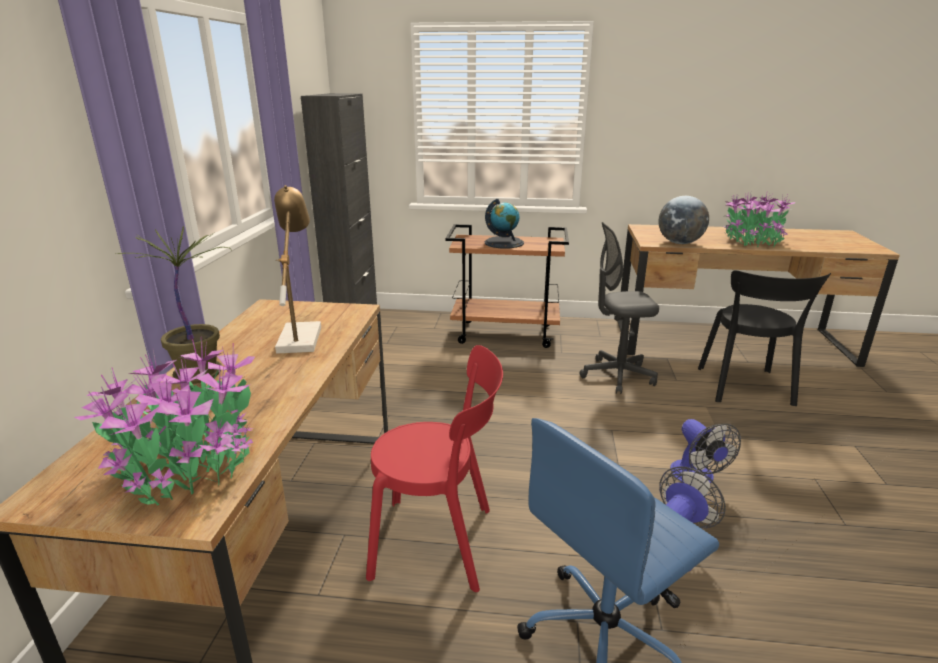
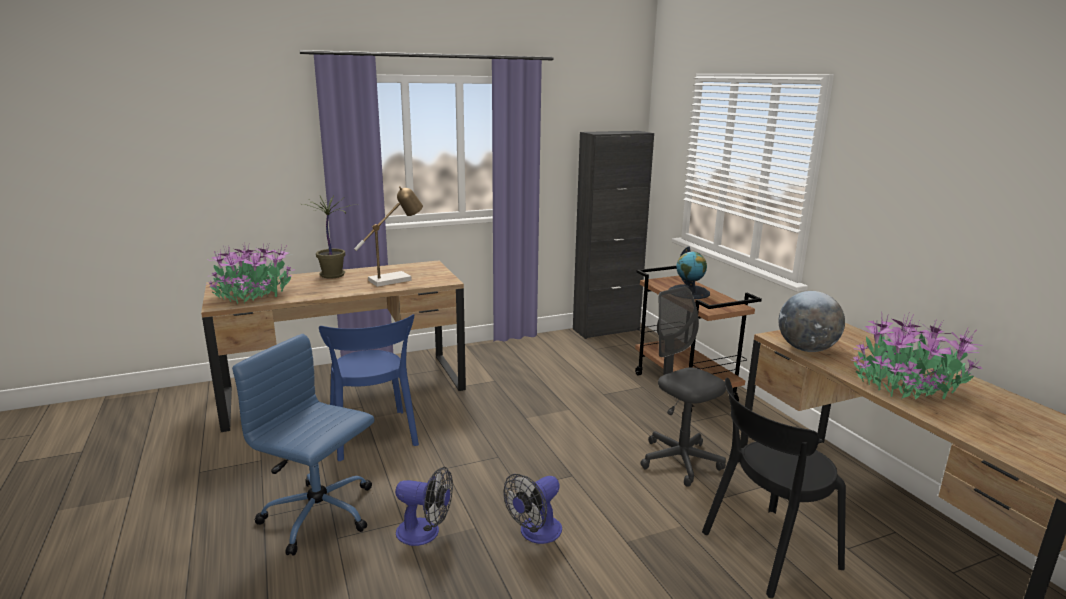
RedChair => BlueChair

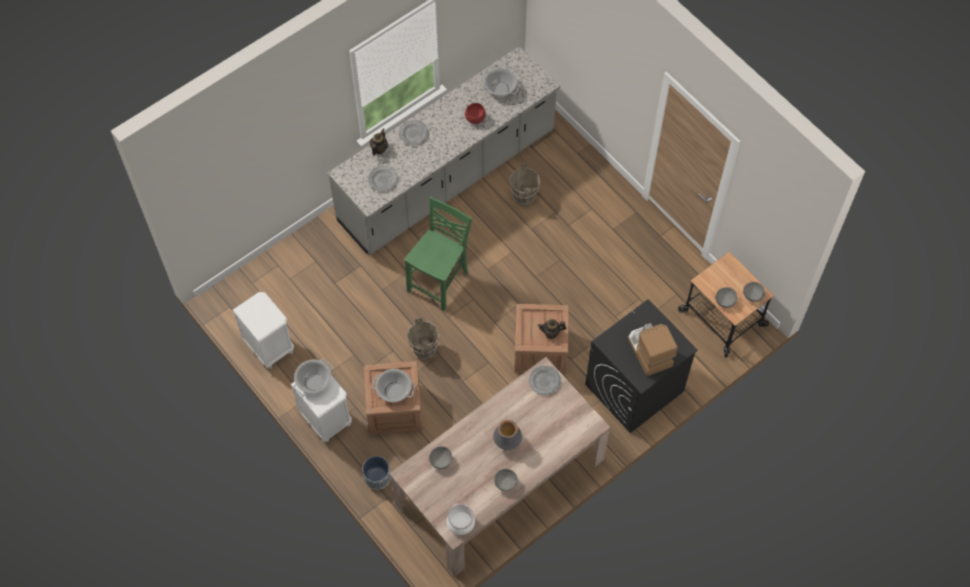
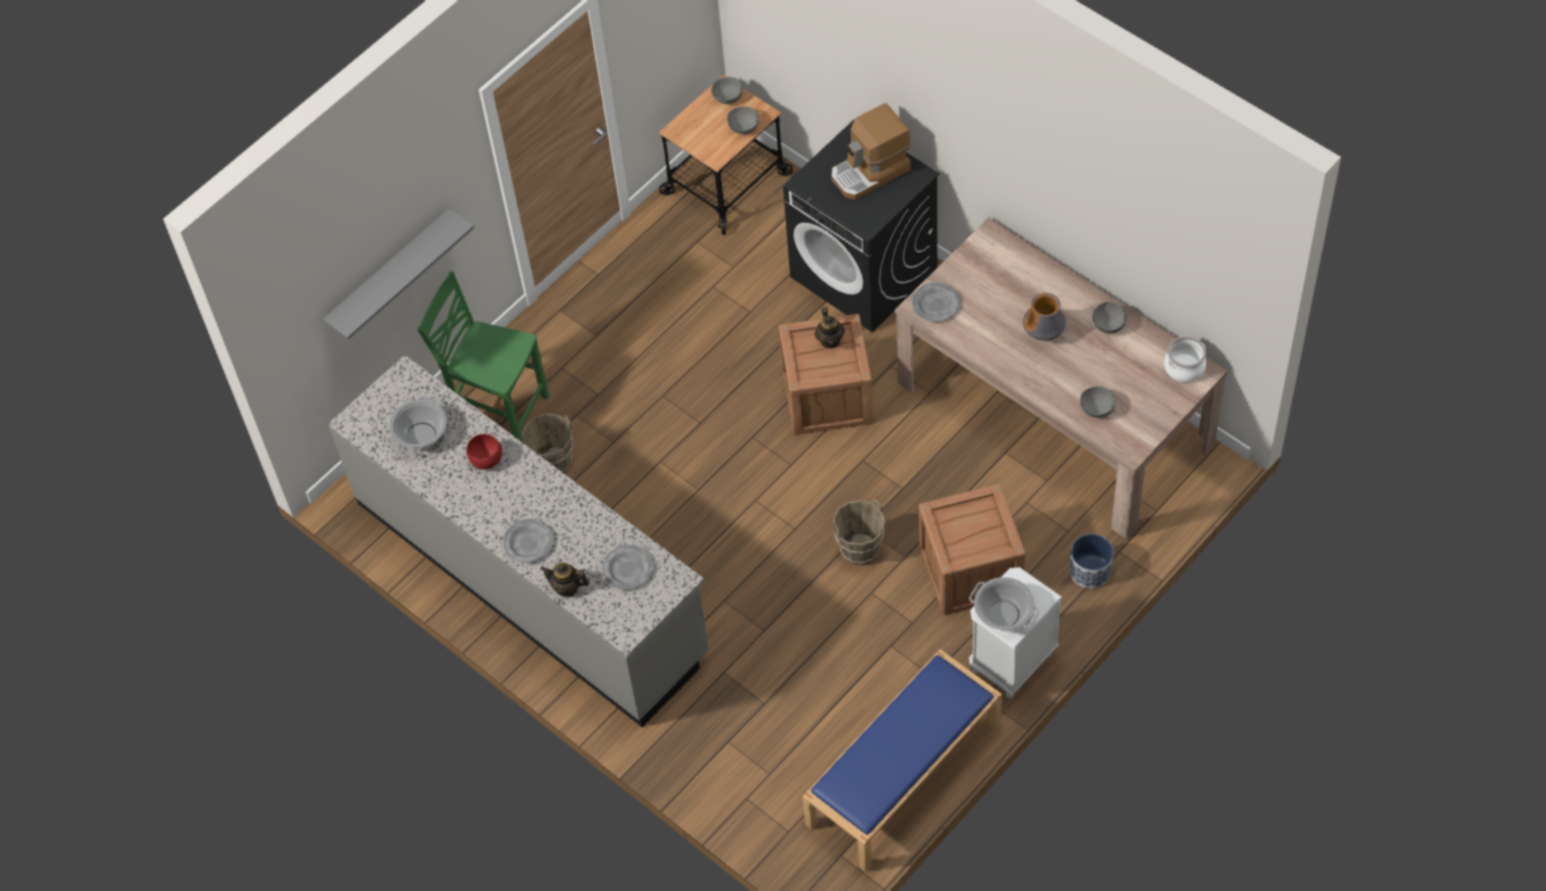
WhiteNightstand (1st from left) => BlueBench
CookingPot (2nd from left) => nothing
GreenChair, moved
nothing => GreyShelf

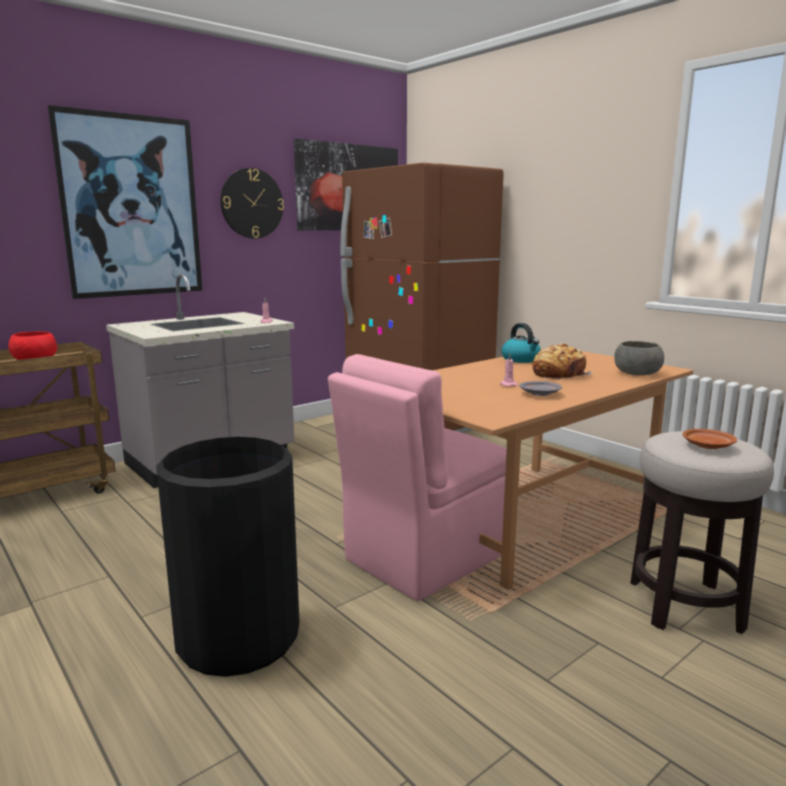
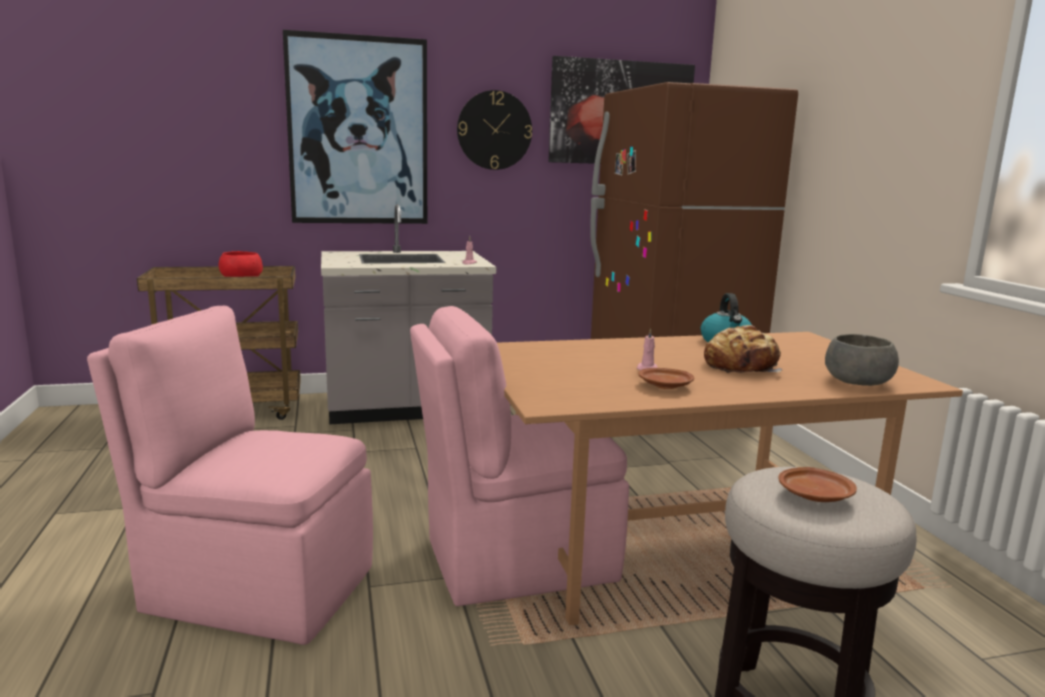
BlackTrashCan => PinkChair (1st from left)
GreyPlate => BrownPlate (1st from left)

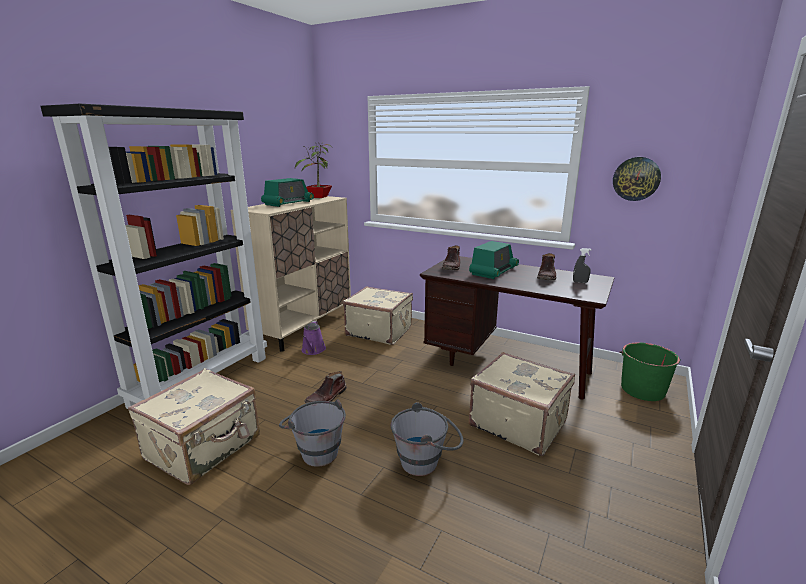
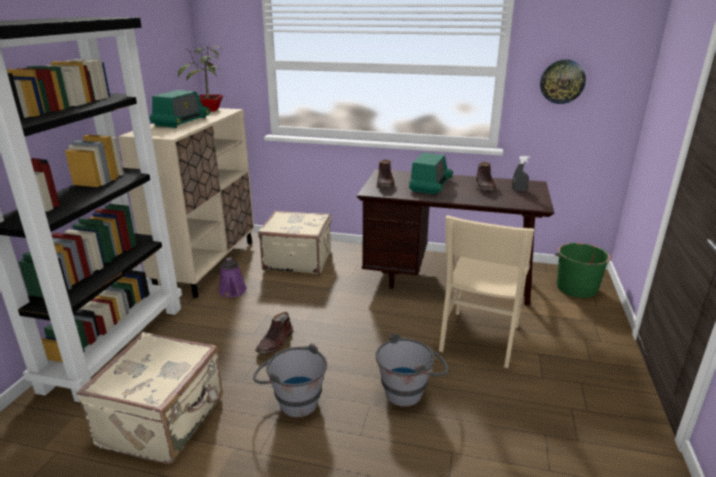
BeigeSuitcase (3rd from left) => BeigeChair

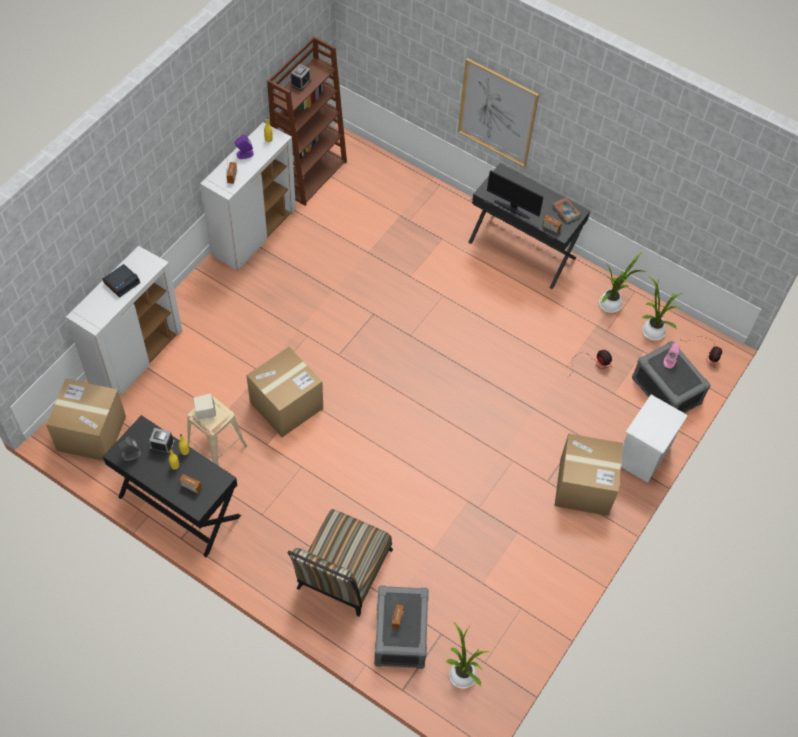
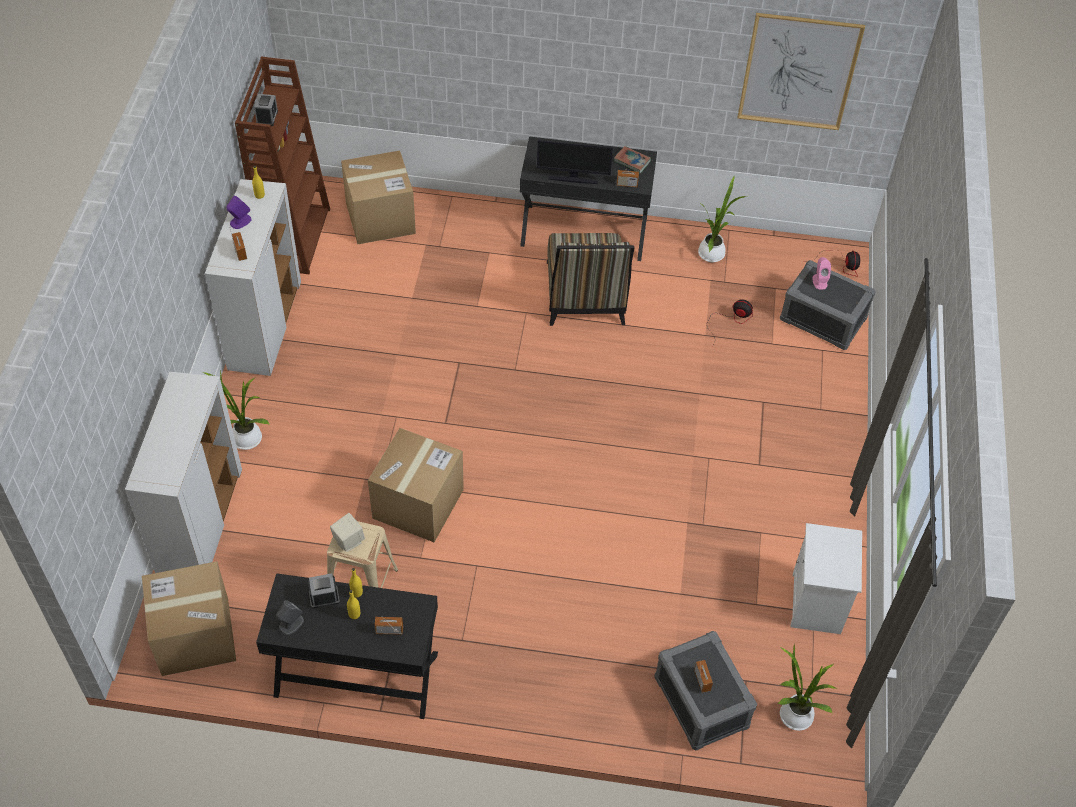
AlarmClock (1st from left) => nothing
Chair, moved
Picture, moved
CardboardBox (3rd from left in the first image) => CardboardBox (2nd from left), moved
WhiteNightstand, moved
PottedPlant (3rd from left in the first image) => PottedPlant (1st from left), moved

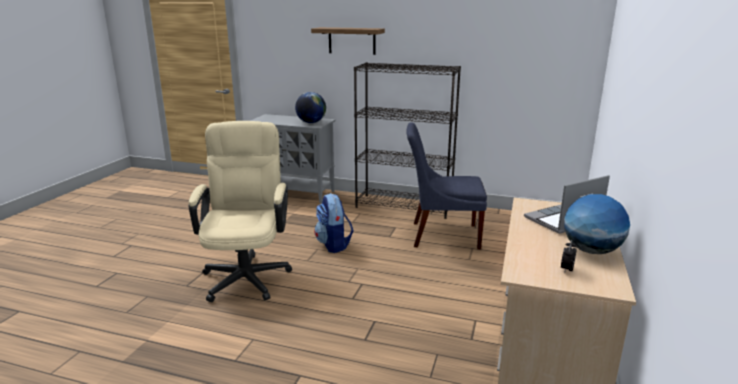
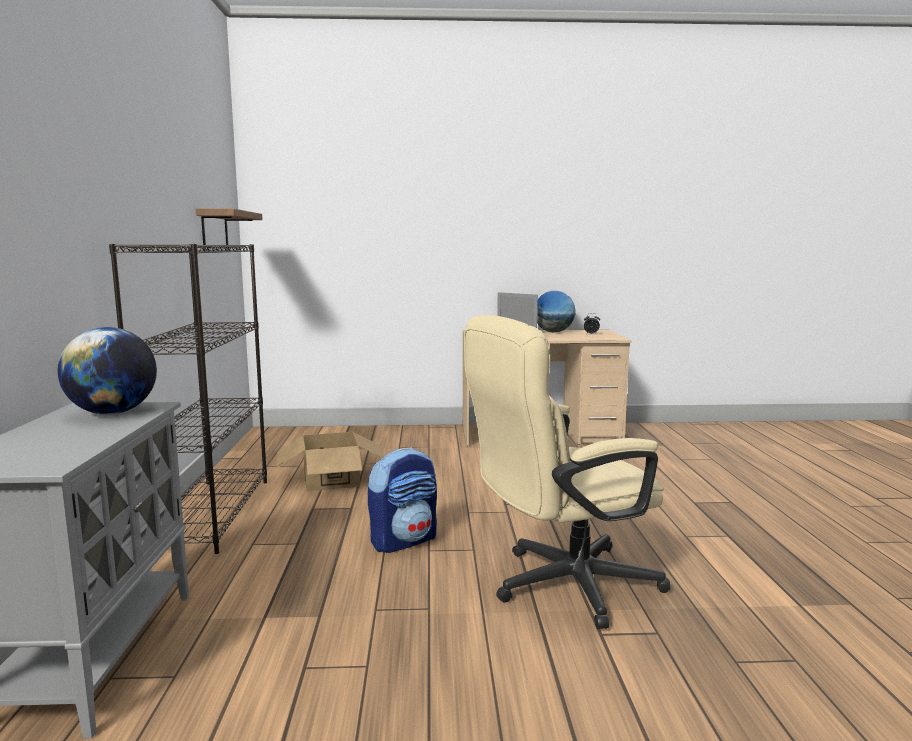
Shelf, moved
BlueChair => CardboardBox

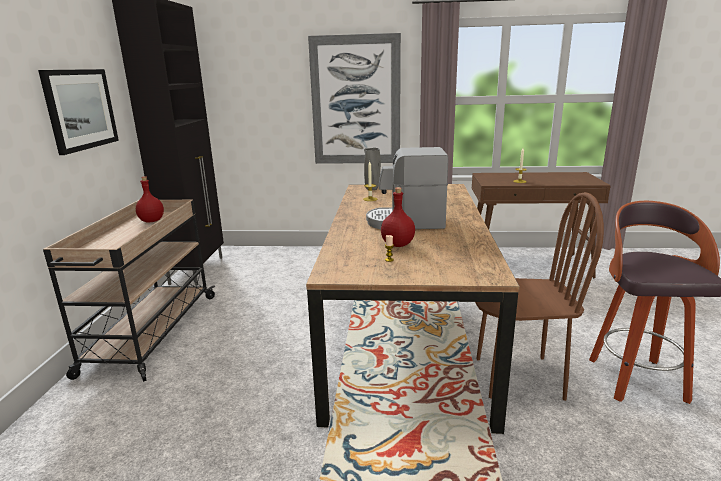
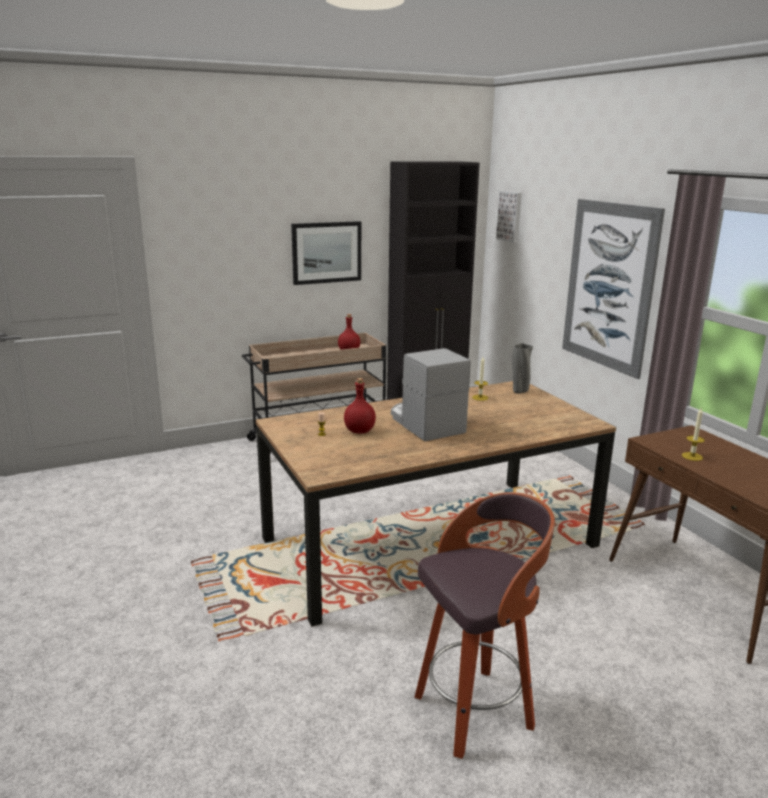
BrownChair => nothing
nothing => Picture (2nd from left)

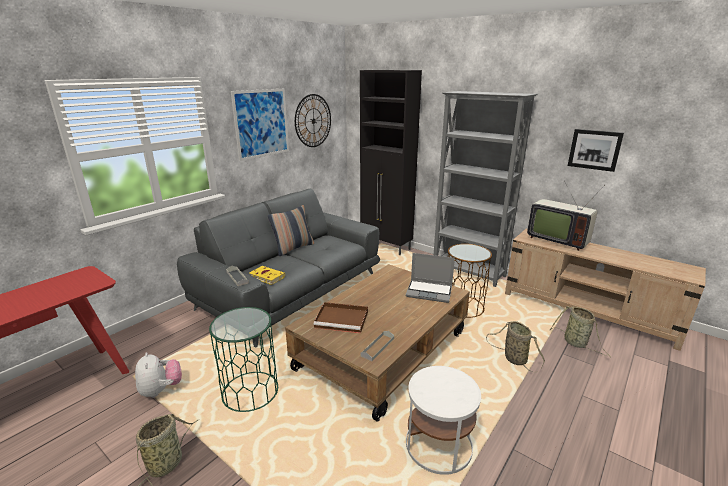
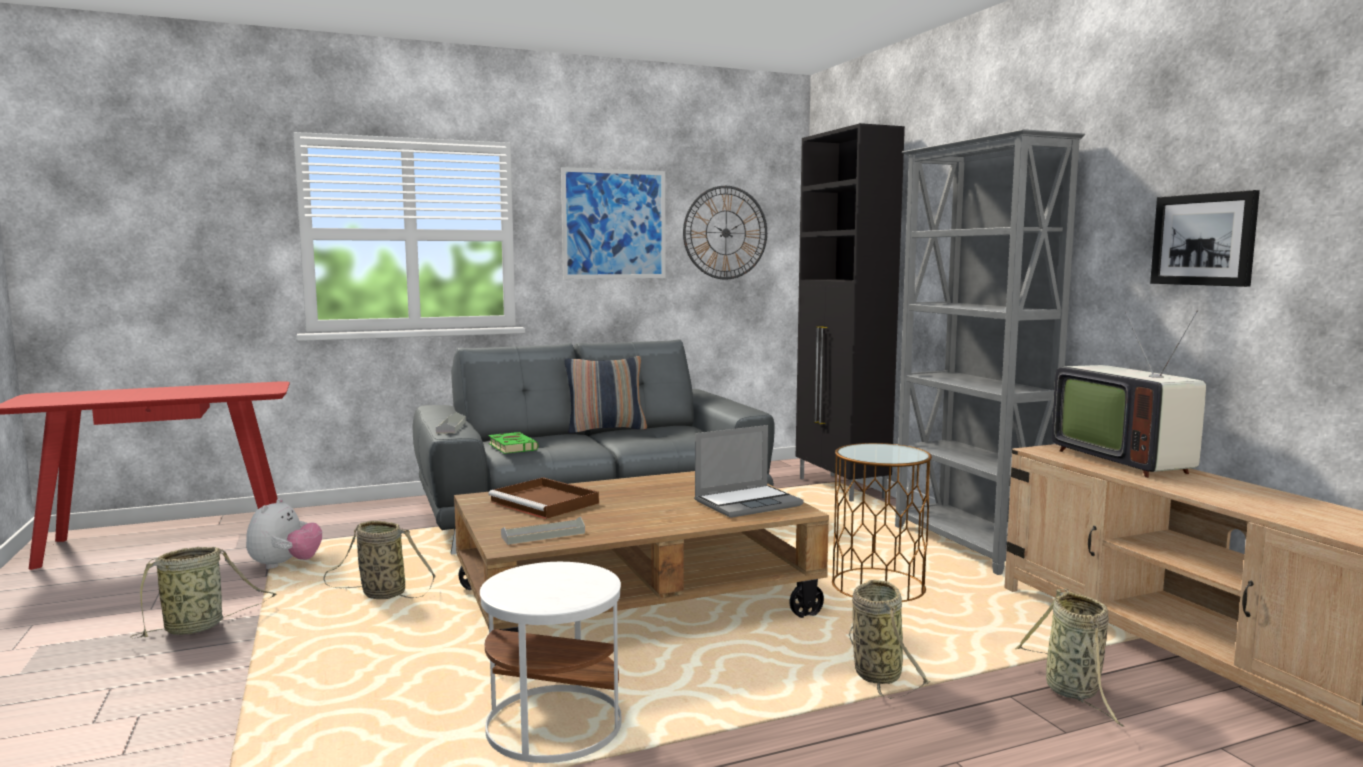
GreenSideTable => Basket (2nd from left)
YellowBook => GreenBook
Laptop, 75 degrees counterclockwise

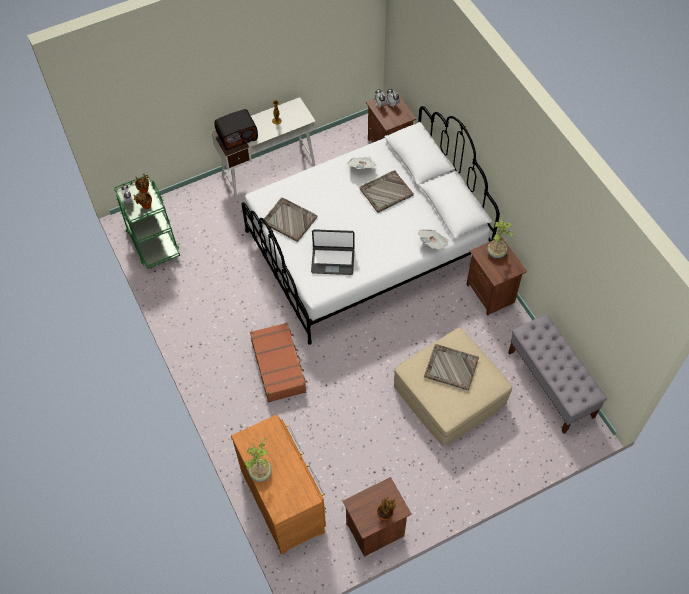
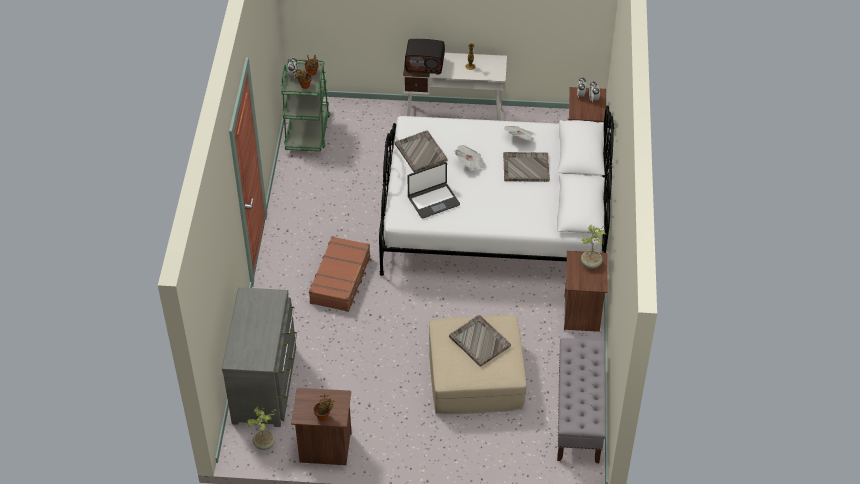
BrownDresser => GreyDresser
PottedPlant (3rd from left in the first image) => PottedPlant (1st from left), moved
Laptop, 60 degrees counterclockwise
Newspaper (2nd from left in the first image) => Newspaper (1st from left), moved

